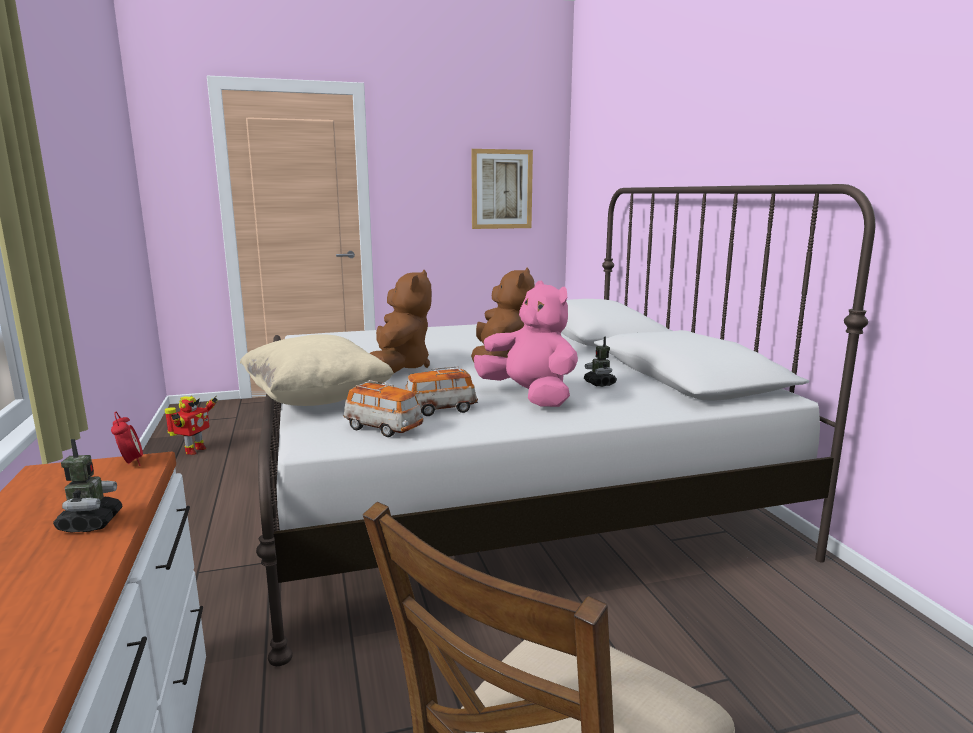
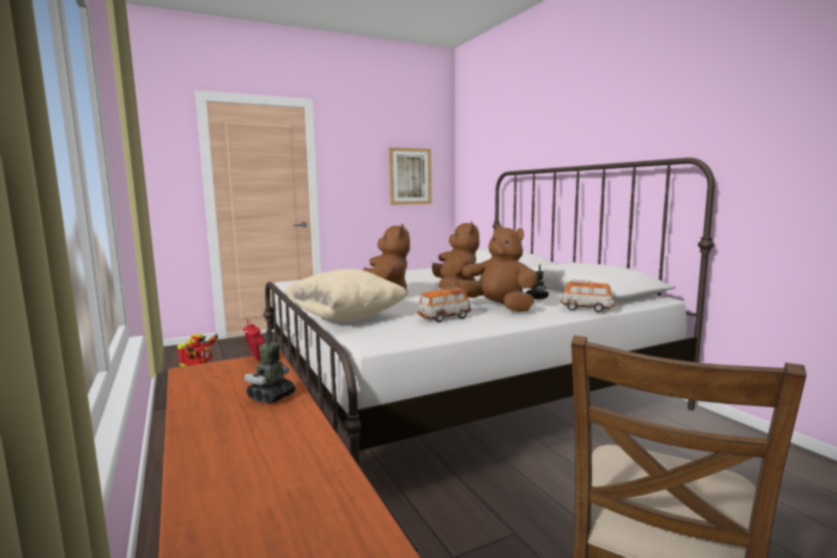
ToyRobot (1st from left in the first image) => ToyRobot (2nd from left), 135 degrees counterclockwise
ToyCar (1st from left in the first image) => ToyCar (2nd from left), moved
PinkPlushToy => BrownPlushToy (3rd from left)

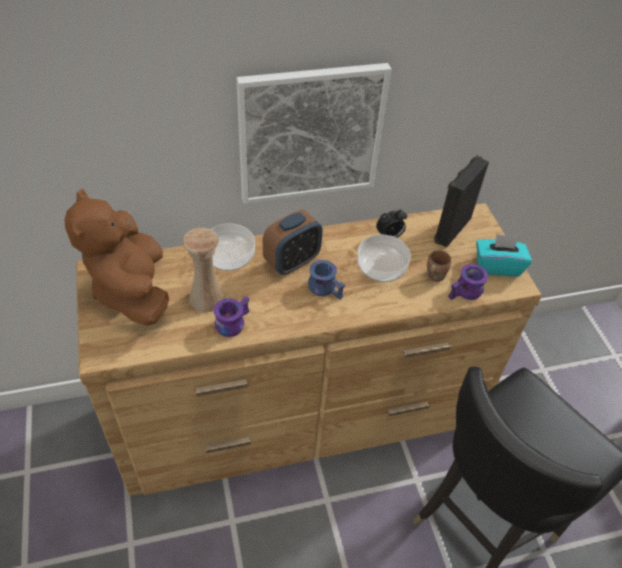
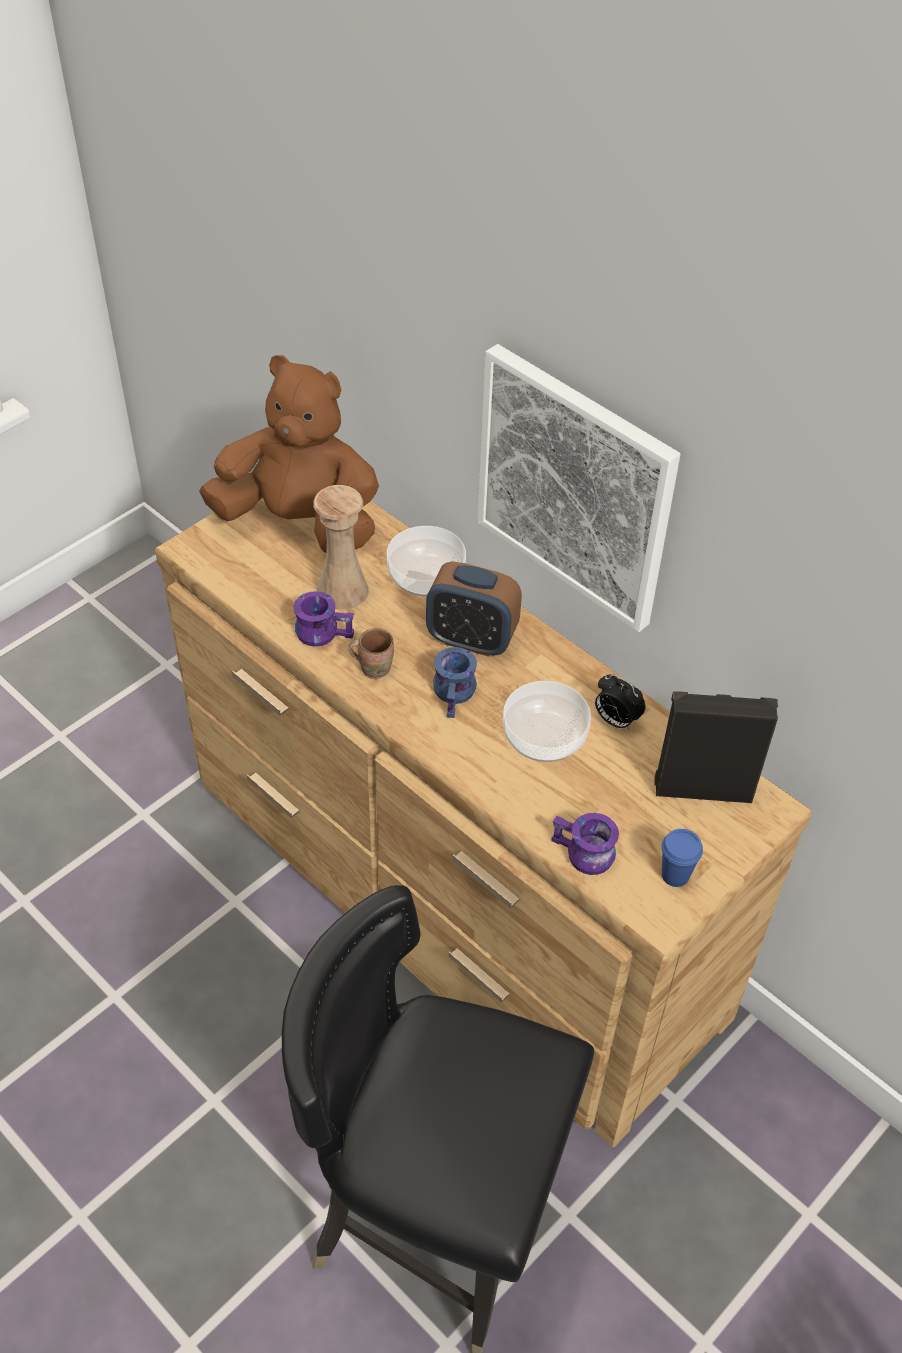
BrownPlushToy, 60 degrees clockwise
BrownMug, moved
TurquoiseTissueBox => BlueCup

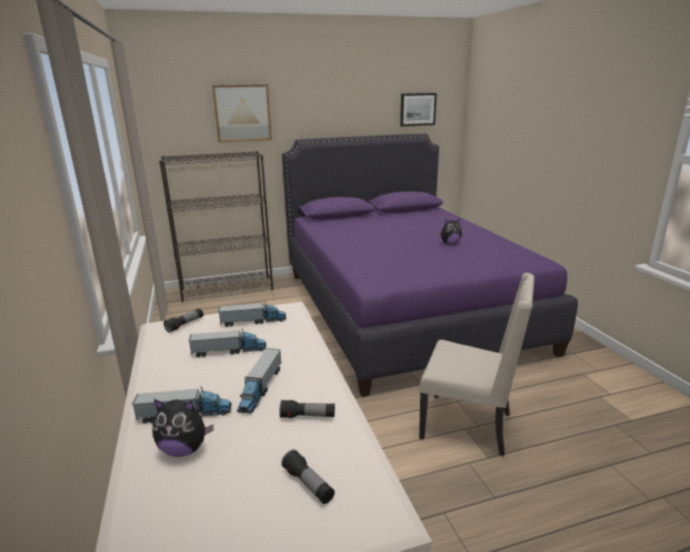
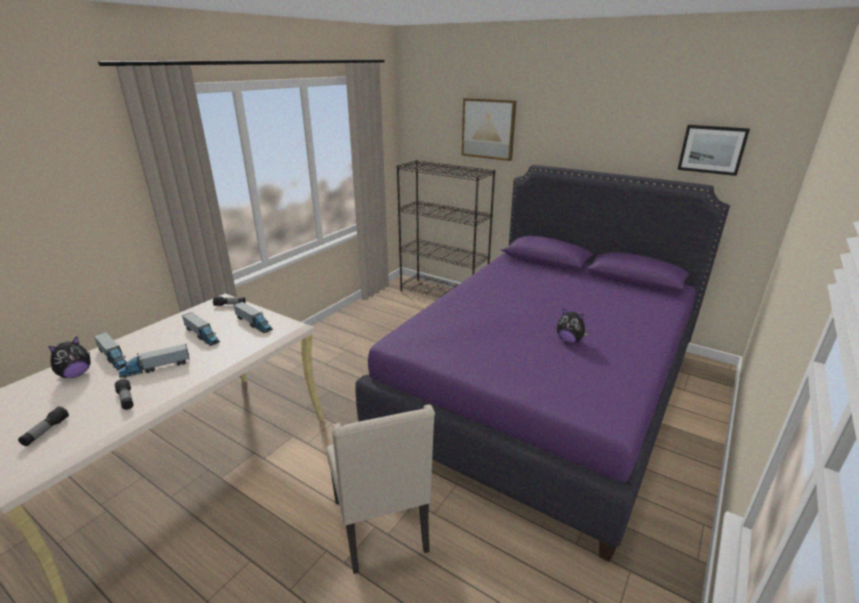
PlushToy (1st from left), 105 degrees counterclockwise

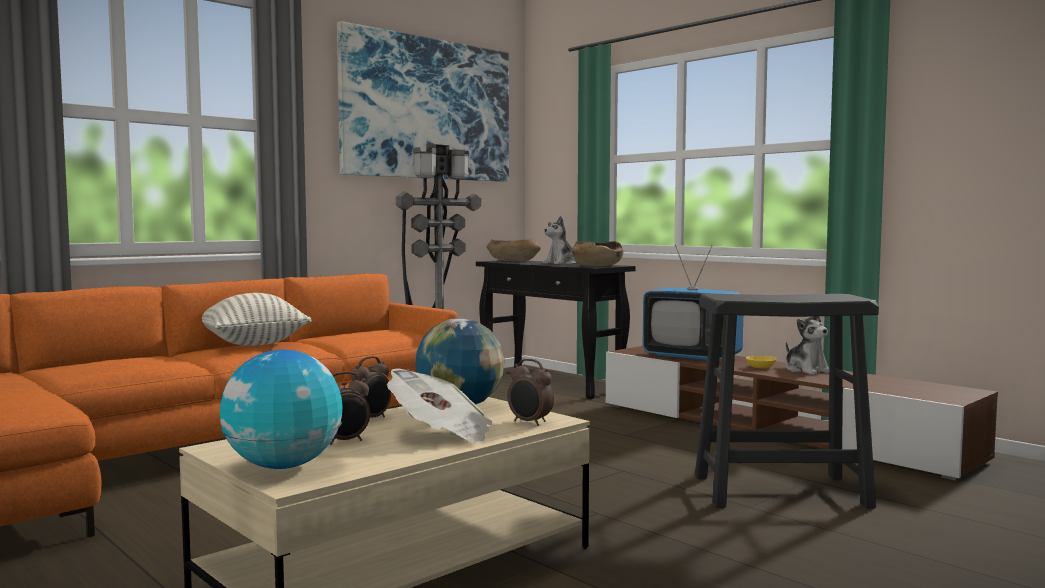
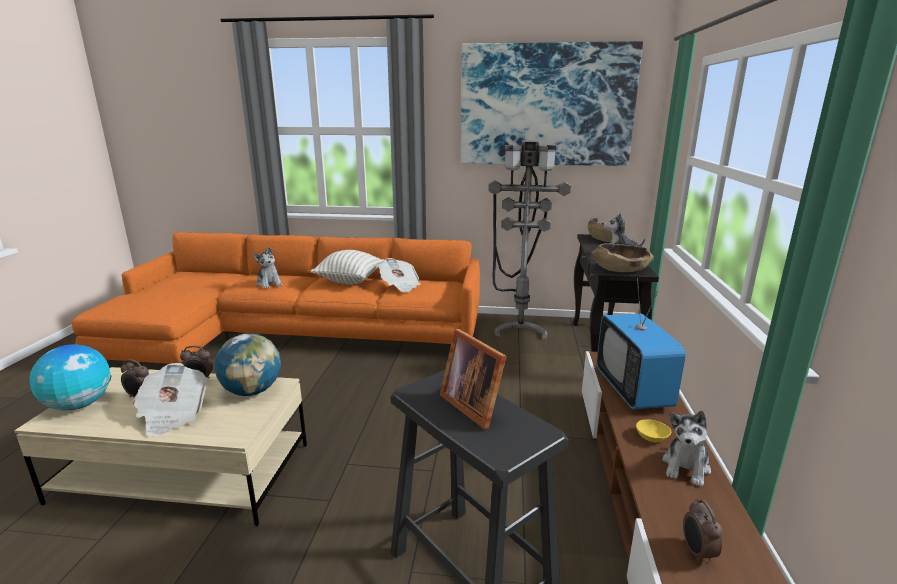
AlarmClock (3rd from left), moved
nothing => PlushToy (1st from left)
nothing => Newspaper (2nd from left)
nothing => PictureFrame

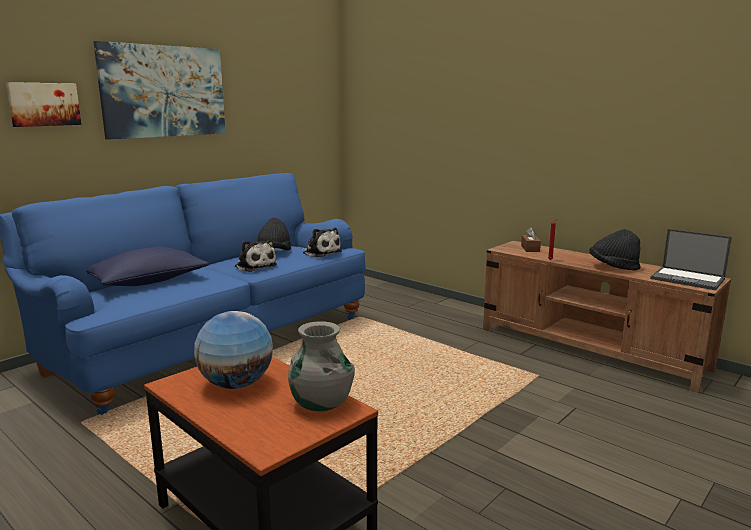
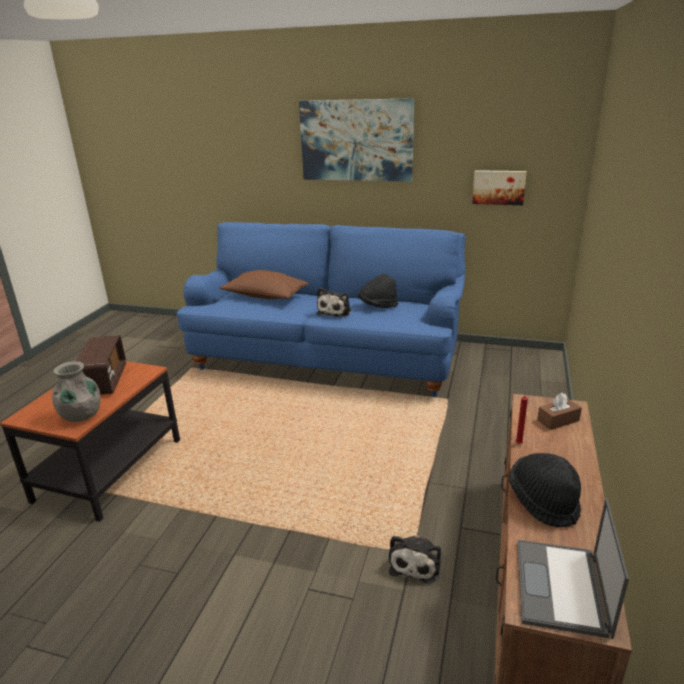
Picture (1st from left in the first image) => Picture (2nd from left), moved
BluePillow => BrownPillow
Globe => Radio
PlushToy (2nd from left), moved

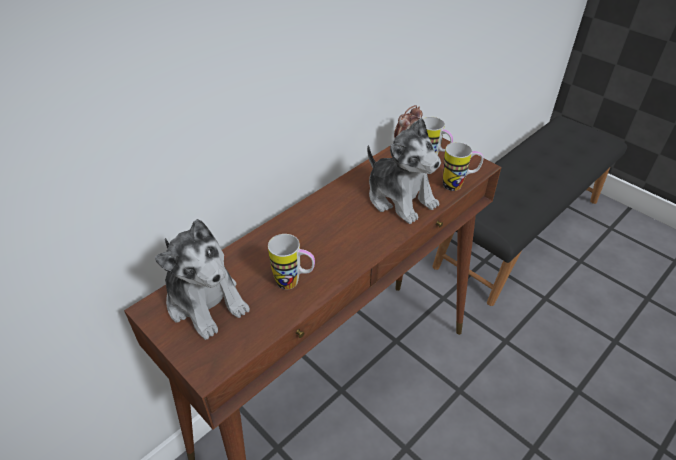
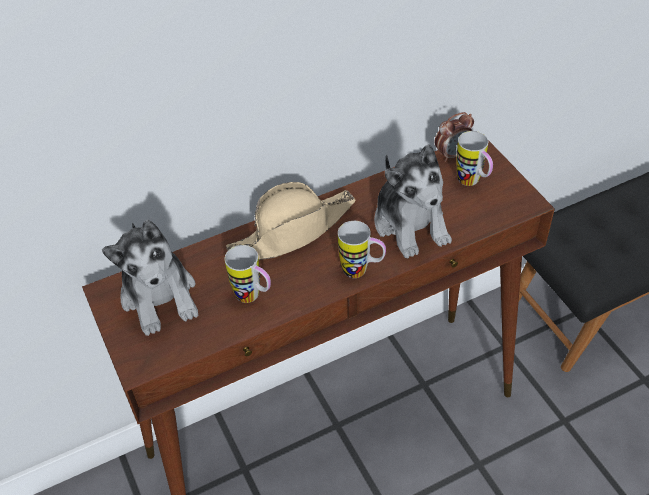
Mug (3rd from left in the first image) => Mug (2nd from left), moved
nothing => BeigeHat

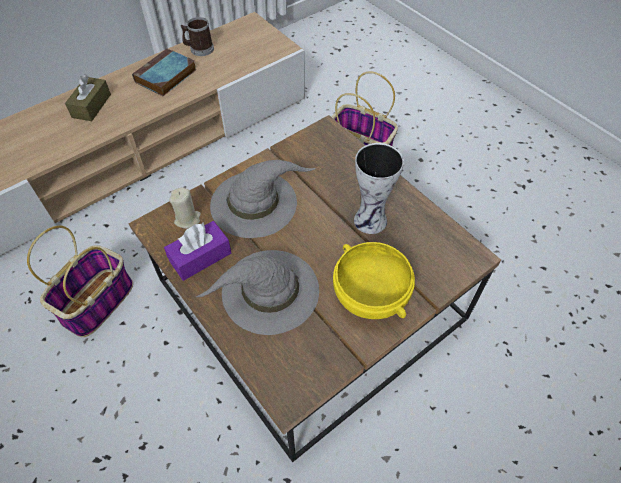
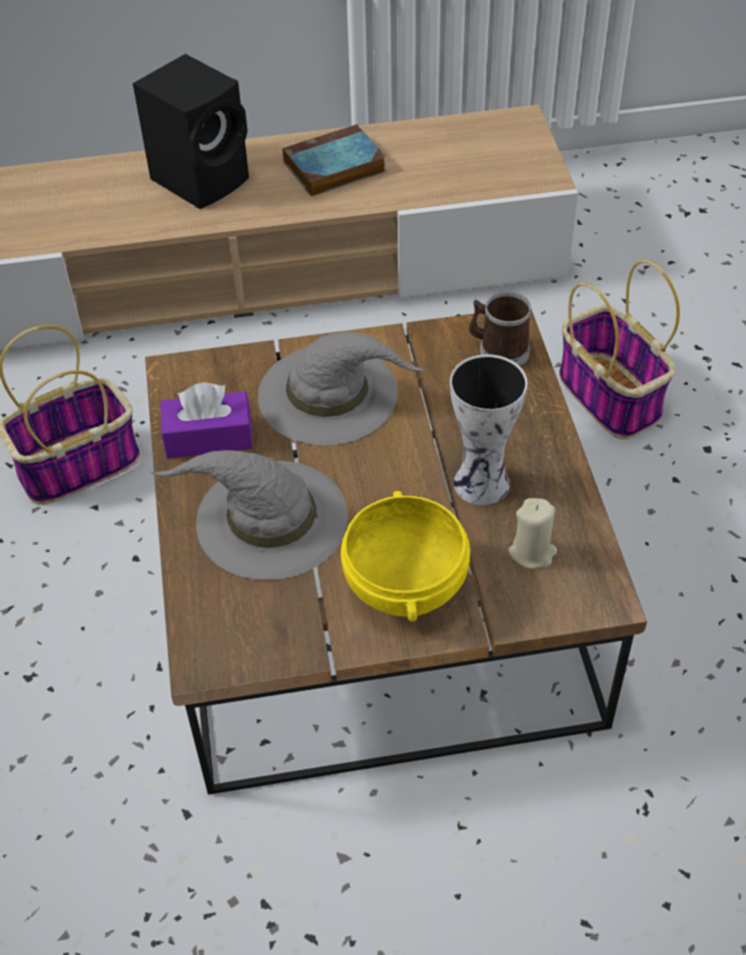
BrownTissueBox => BlackSpeaker
BeigeCandle, moved
Mug, moved

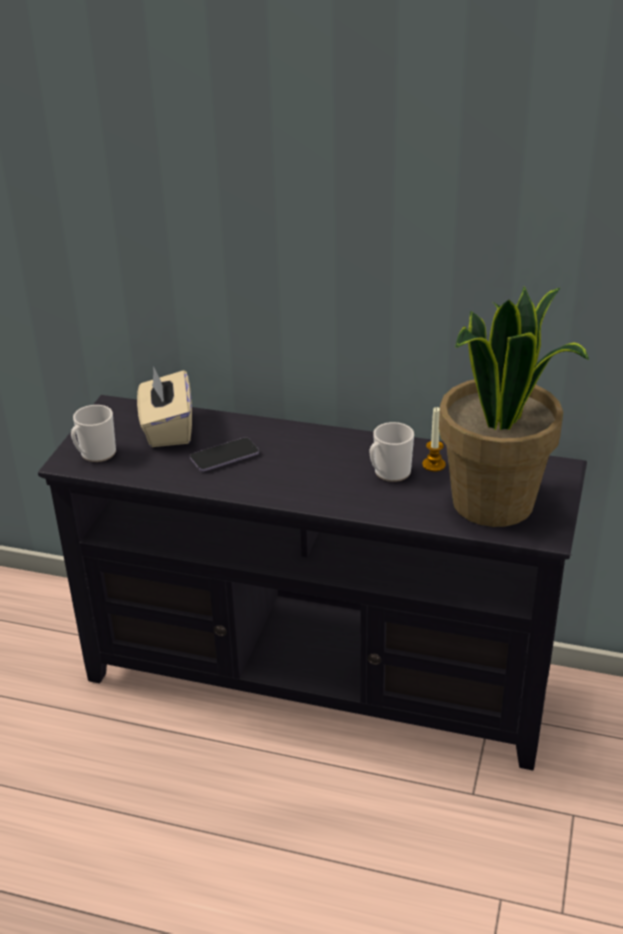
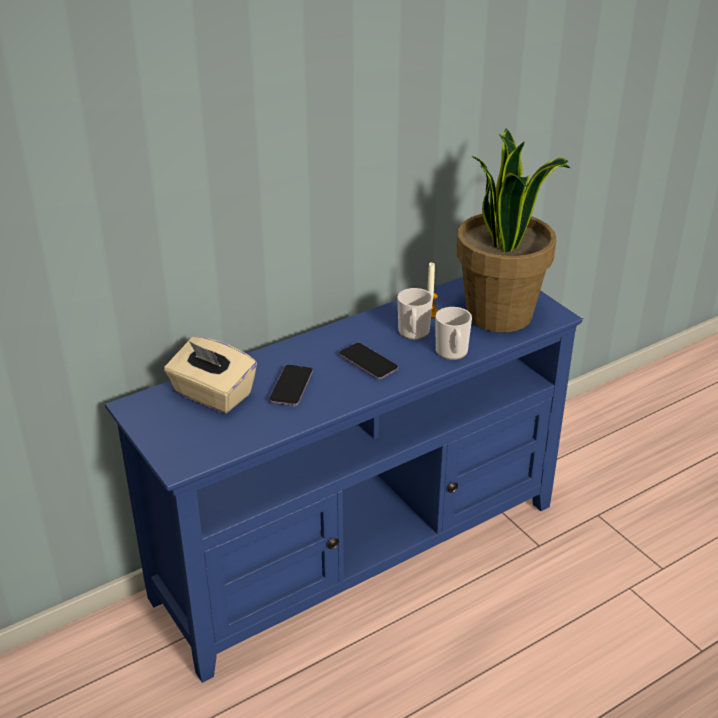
BlackTvStand => BlueTvStand
Mug (1st from left in the first image) => Mug (2nd from left), moved
nothing => Phone (2nd from left)

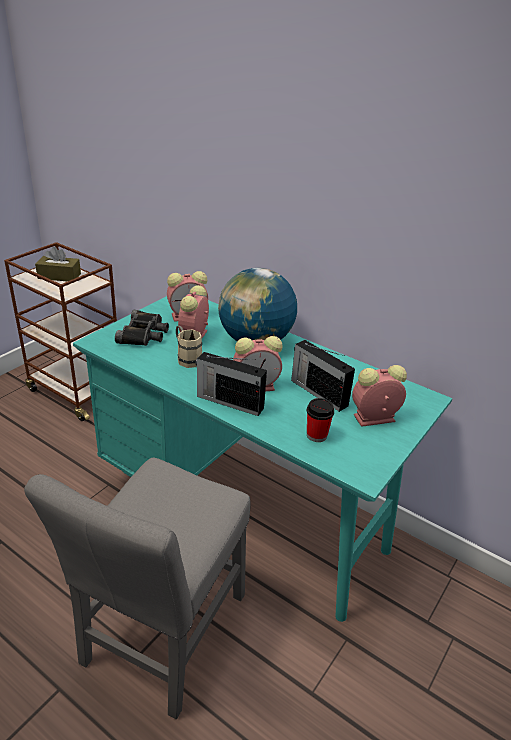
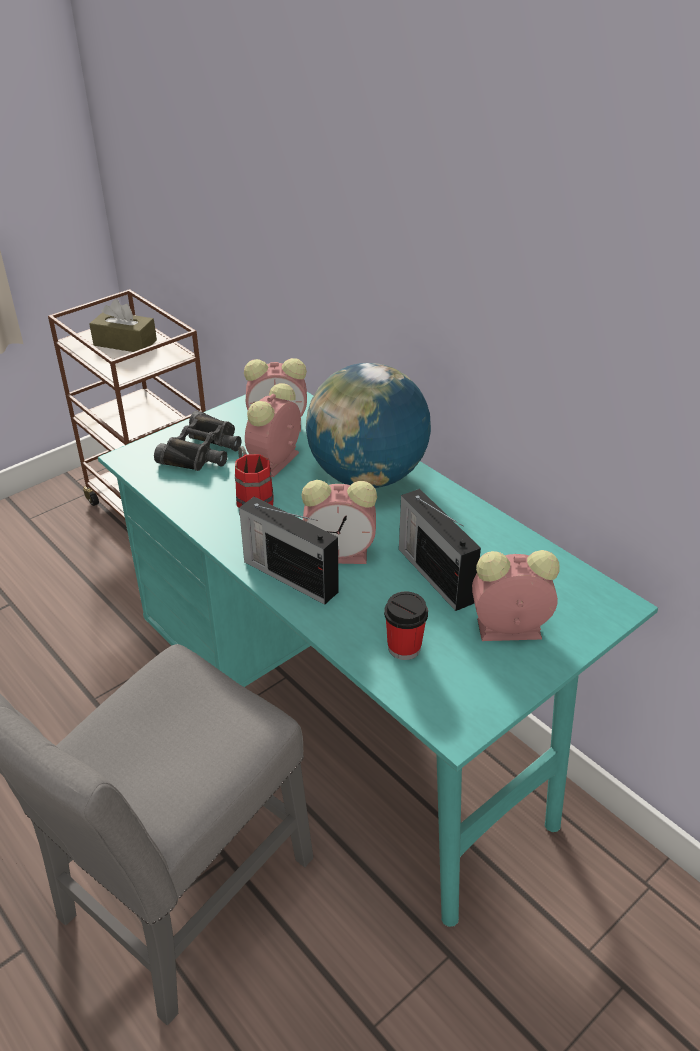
BeigeMug => RedMug

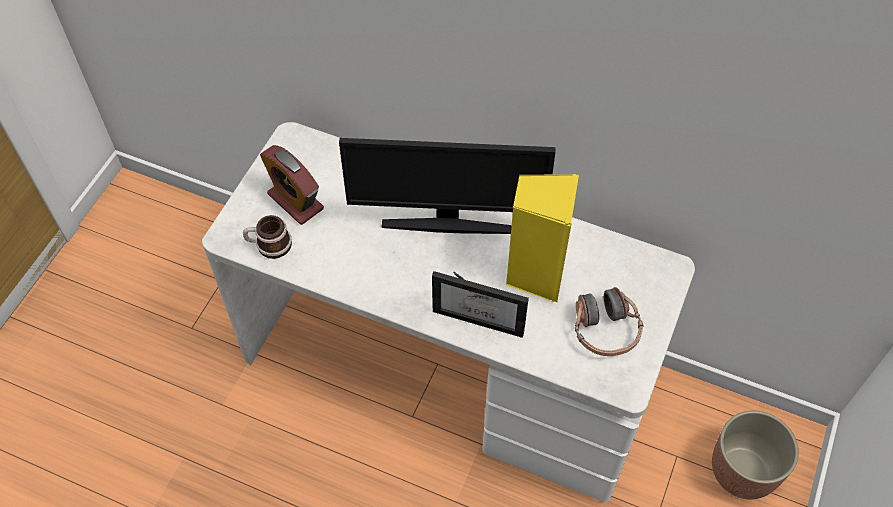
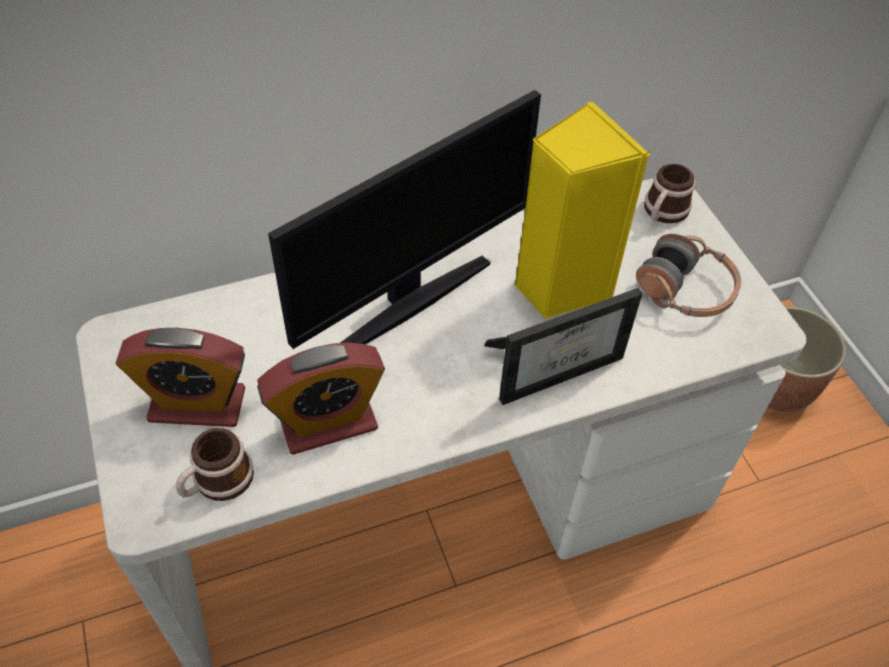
nothing => AlarmClock (2nd from left)
nothing => Mug (2nd from left)

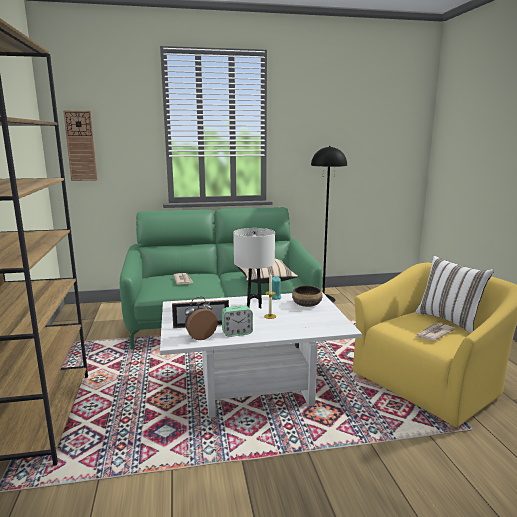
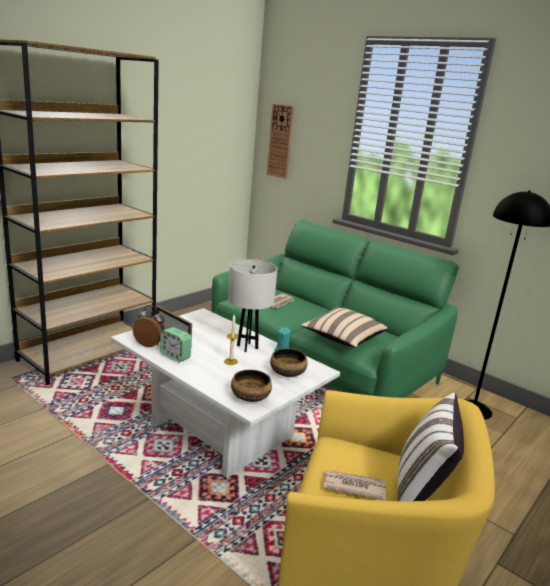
nothing => Bowl (1st from left)

